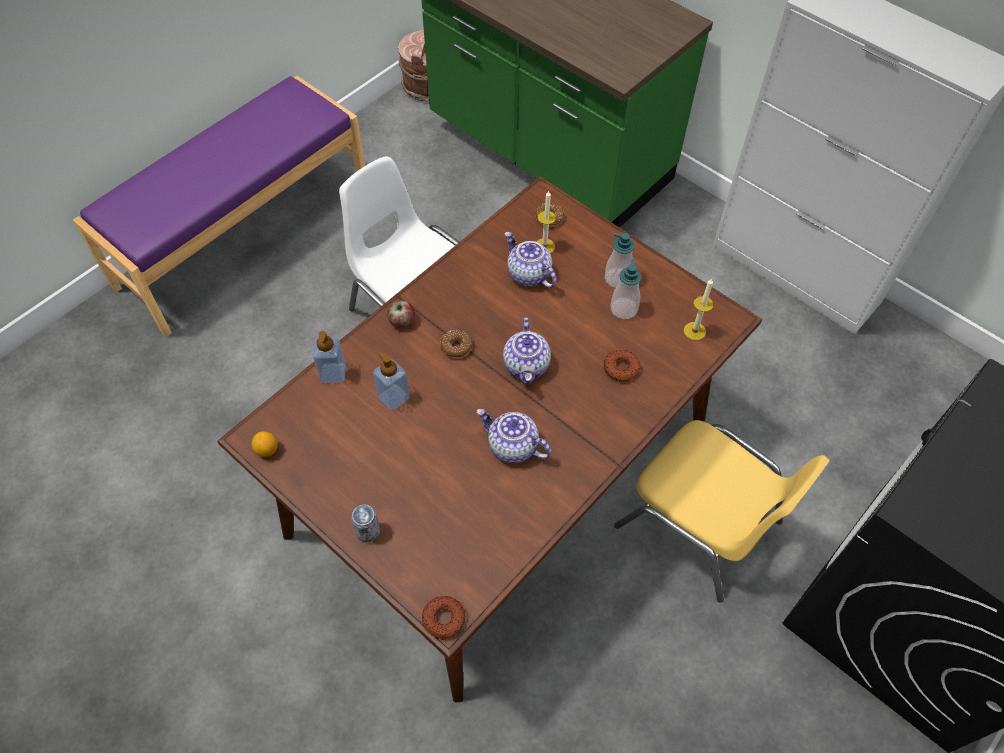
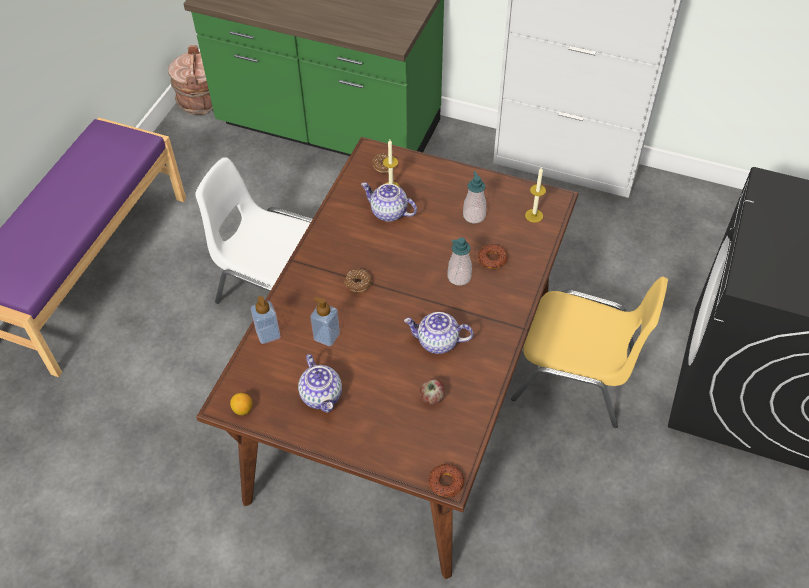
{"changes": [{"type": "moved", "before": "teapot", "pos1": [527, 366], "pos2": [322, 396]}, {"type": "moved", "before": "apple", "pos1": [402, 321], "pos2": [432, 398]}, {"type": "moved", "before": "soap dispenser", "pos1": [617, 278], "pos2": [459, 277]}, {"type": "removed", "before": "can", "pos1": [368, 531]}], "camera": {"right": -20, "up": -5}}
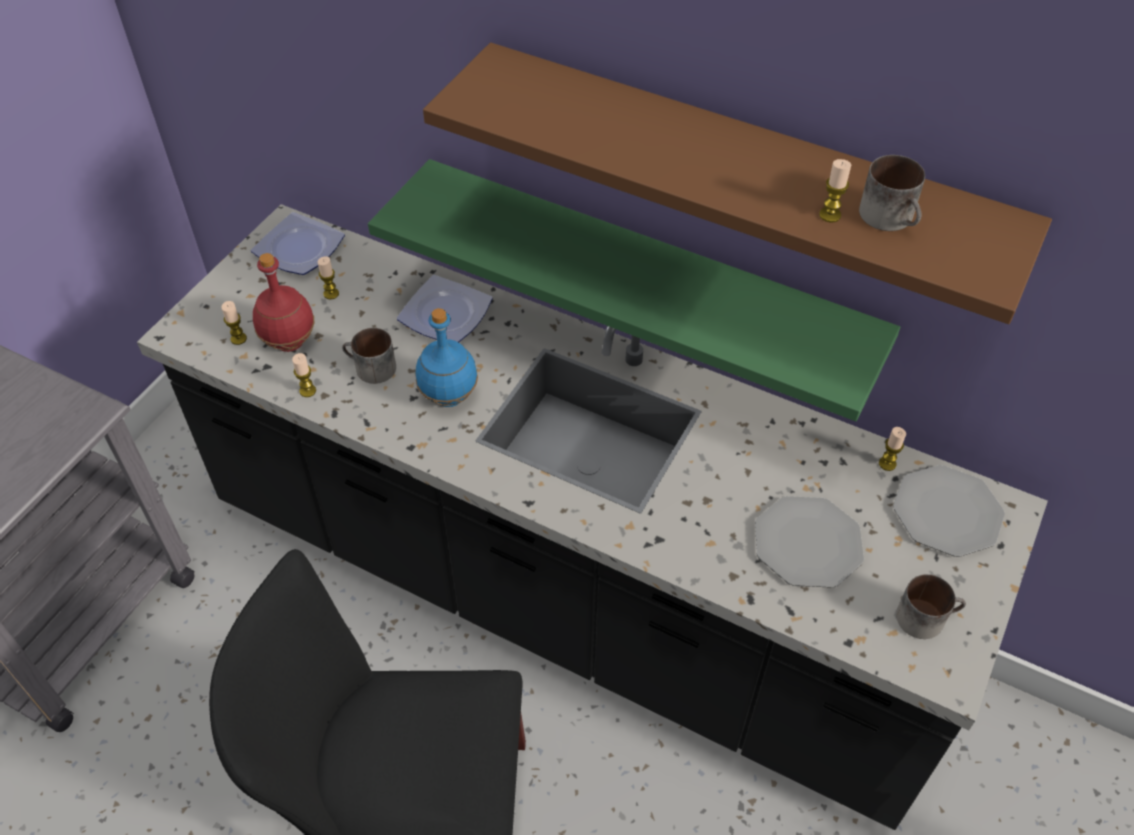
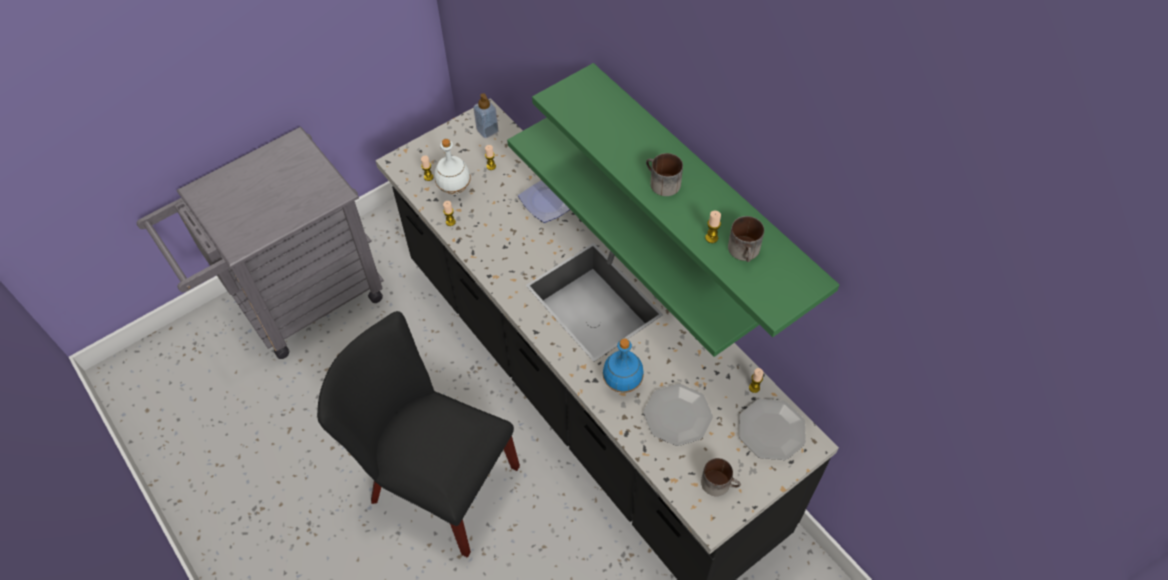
{"changes": [{"type": "recoloured", "before": "red bottle", "after": "white bottle", "pos1": [289, 342], "pos2": [454, 189]}, {"type": "replaced", "before": "plate", "after": "soap dispenser", "pos1": [299, 248], "pos2": [487, 130]}, {"type": "recoloured", "before": "brown shelf", "after": "green shelf", "pos1": [742, 169], "pos2": [703, 187]}, {"type": "moved", "before": "blue bottle", "pos1": [448, 397], "pos2": [622, 383]}, {"type": "moved", "before": "mug", "pos1": [370, 369], "pos2": [661, 183]}], "camera": {"right": 25, "up": 5}}
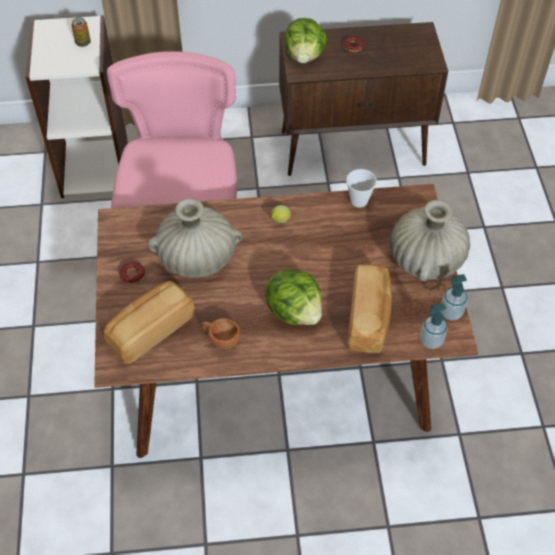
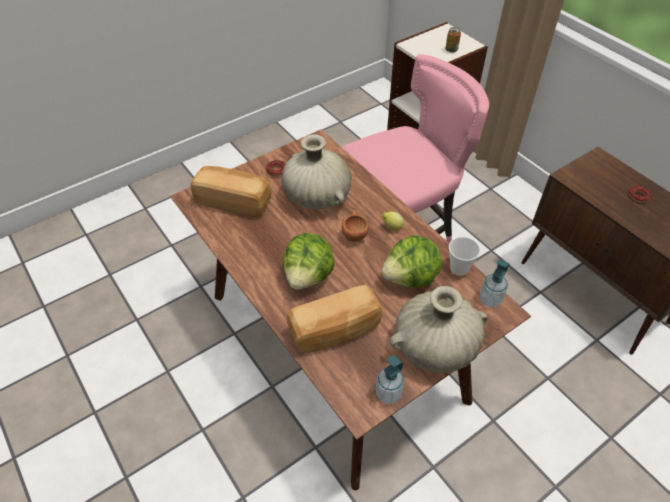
{"changes": [{"type": "moved", "before": "brown cup", "pos1": [220, 339], "pos2": [354, 233]}, {"type": "moved", "before": "lettuce", "pos1": [304, 56], "pos2": [411, 278]}, {"type": "moved", "before": "soap dispenser", "pos1": [431, 340], "pos2": [490, 300]}], "camera": {"right": 60, "up": -5}}
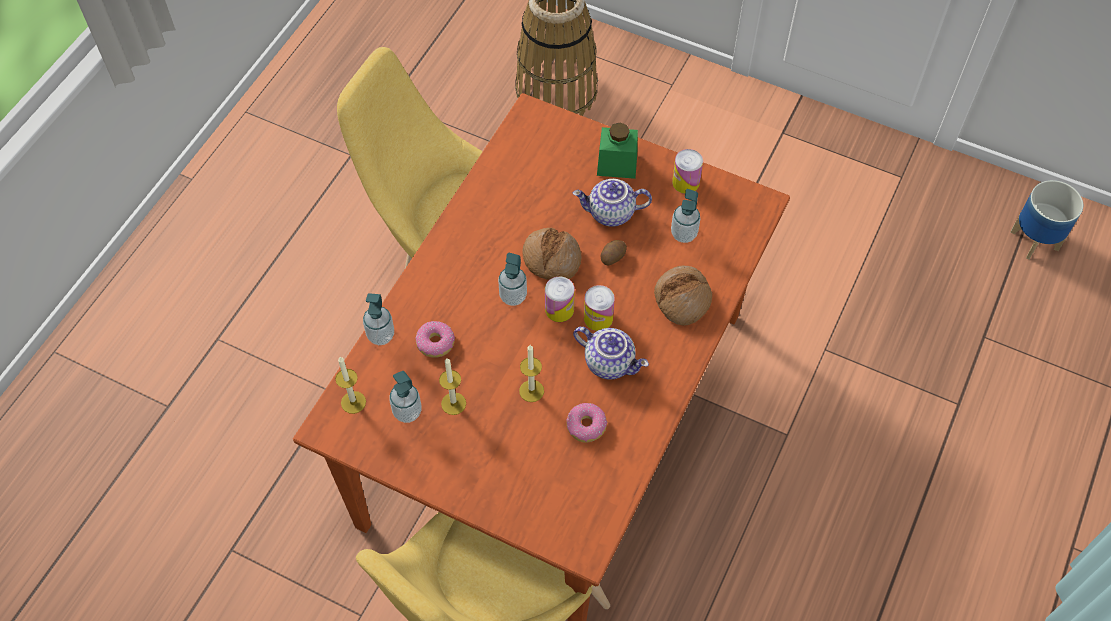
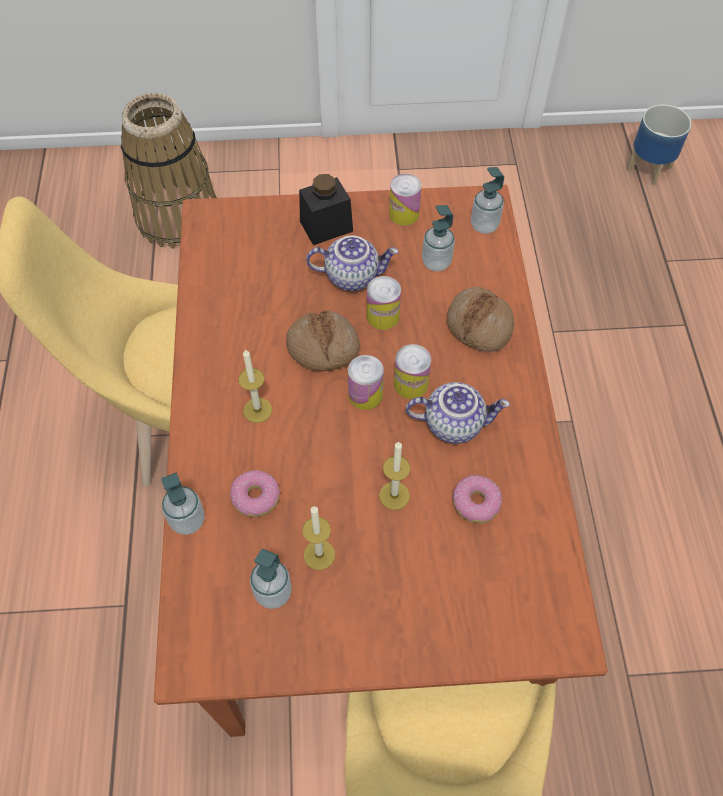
{"changes": [{"type": "moved", "before": "candle", "pos1": [353, 402], "pos2": [257, 410]}, {"type": "recoloured", "before": "green jar", "after": "black jar", "pos1": [617, 164], "pos2": [326, 226]}, {"type": "turned", "before": "teapot", "pos1": [611, 214], "pos2": [352, 275], "turn": -150}, {"type": "replaced", "before": "potato", "after": "can", "pos1": [612, 257], "pos2": [383, 316]}, {"type": "moved", "before": "soap dispenser", "pos1": [513, 296], "pos2": [484, 225]}], "camera": {"right": -30, "up": 0}}
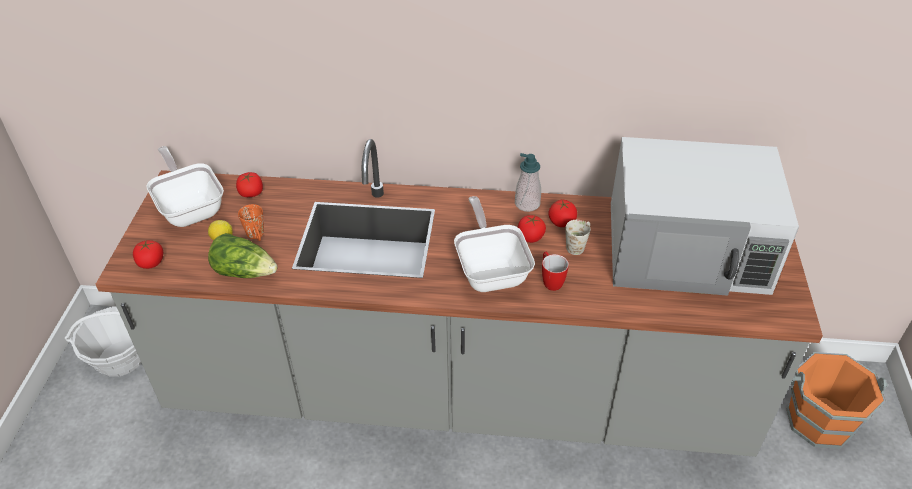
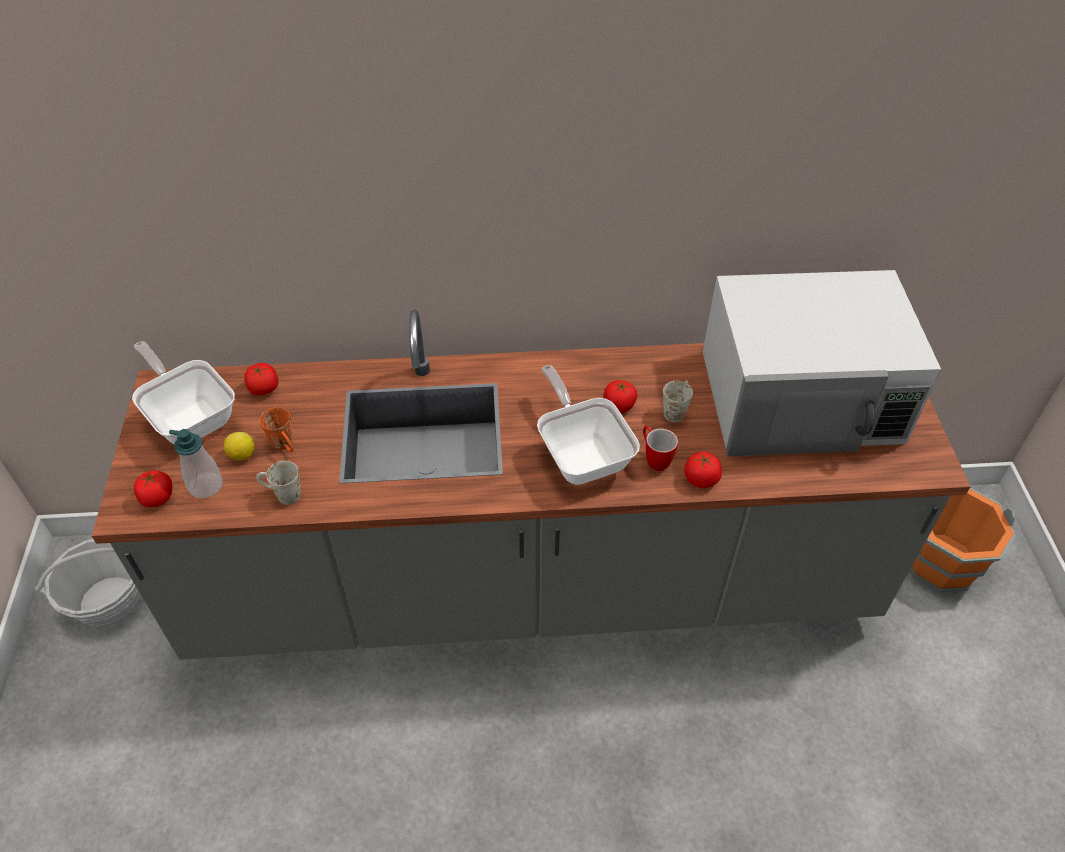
{"changes": [{"type": "moved", "before": "soap dispenser", "pos1": [527, 204], "pos2": [206, 486]}, {"type": "replaced", "before": "lettuce", "after": "white mug", "pos1": [245, 272], "pos2": [282, 494]}, {"type": "moved", "before": "tomato", "pos1": [562, 222], "pos2": [701, 479]}], "camera": {"right": -10, "up": 5}}
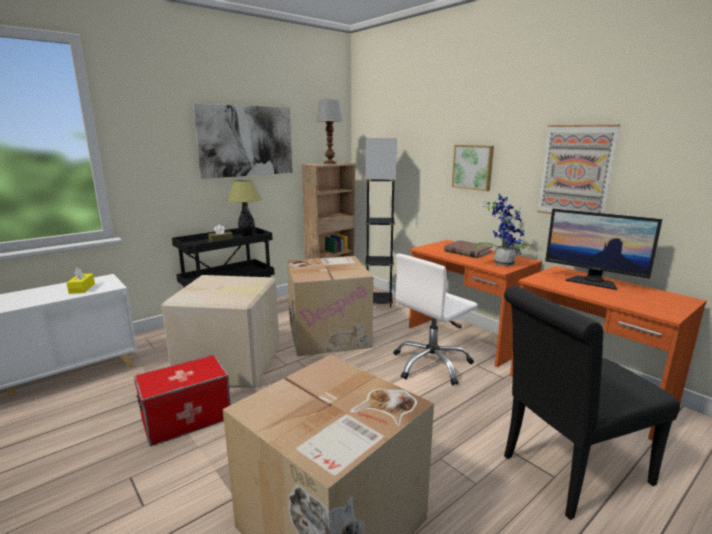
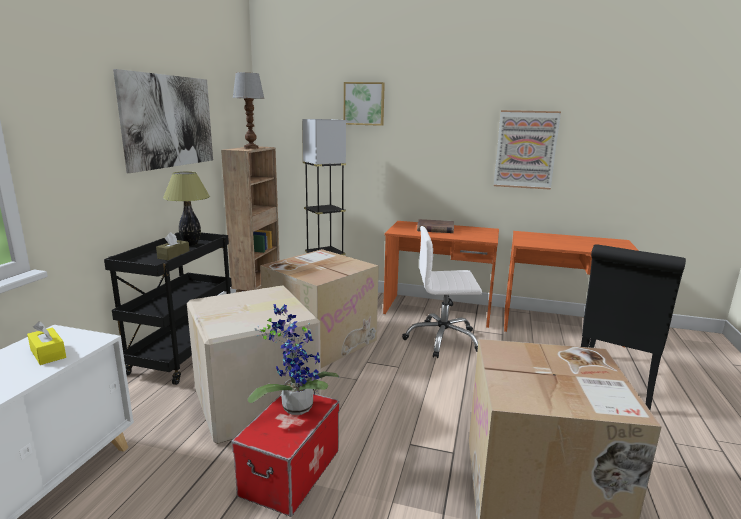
{"changes": [{"type": "moved", "before": "potted plant", "pos1": [502, 263], "pos2": [295, 405]}, {"type": "moved", "before": "picture", "pos1": [473, 167], "pos2": [364, 103]}, {"type": "turned", "before": "white office chair", "pos1": [431, 364], "pos2": [442, 340], "turn": 75}, {"type": "removed", "before": "monitor", "pos1": [592, 282]}], "camera": {"right": -35, "up": 0}}
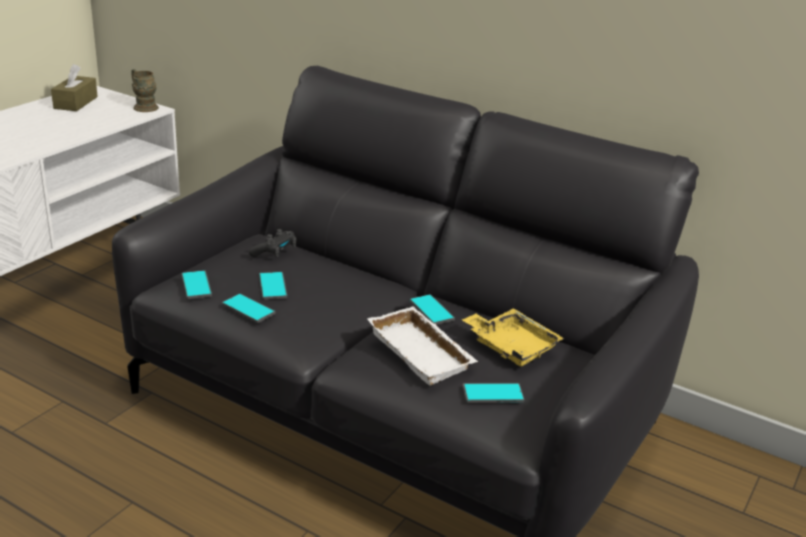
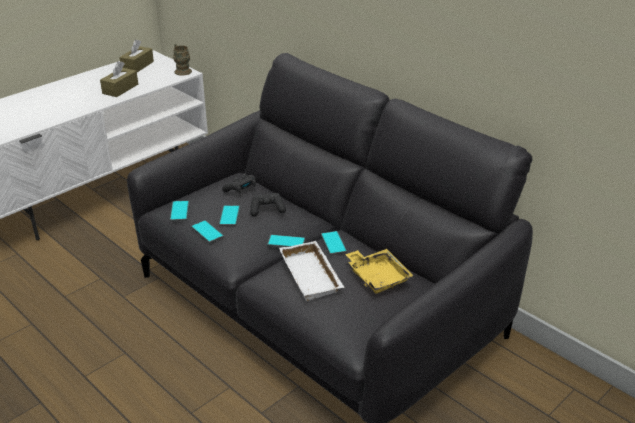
{"changes": [{"type": "added", "after": "brown tissue box", "pos2": [120, 89]}, {"type": "added", "after": "black game controller", "pos2": [267, 210]}, {"type": "moved", "before": "phone", "pos1": [492, 394], "pos2": [286, 242]}], "camera": {"right": 15, "up": 5}}
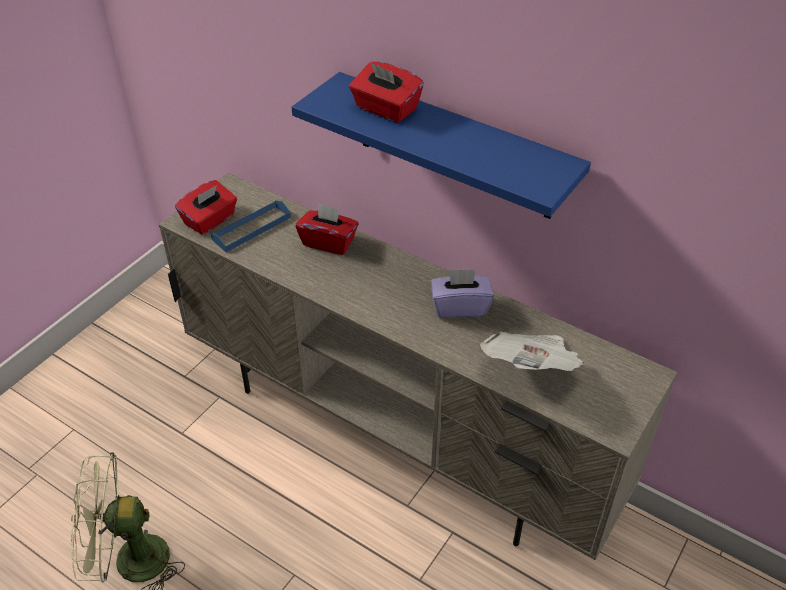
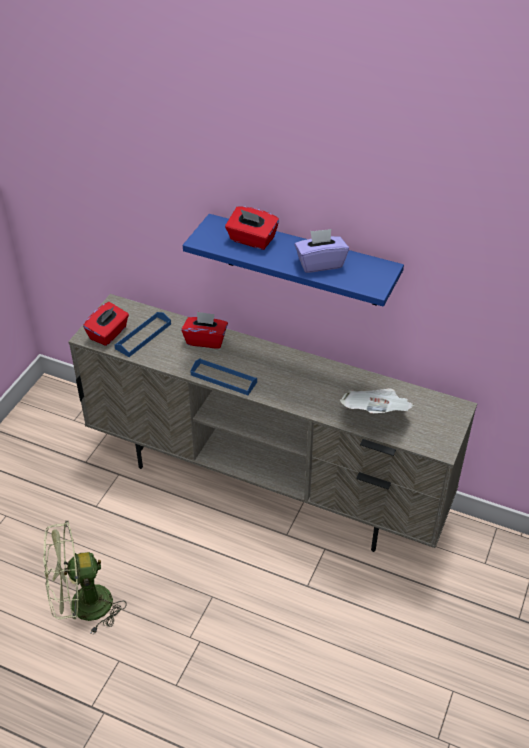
{"changes": [{"type": "added", "after": "blue tray", "pos2": [223, 378]}, {"type": "moved", "before": "purple tissue box", "pos1": [460, 307], "pos2": [320, 263]}], "camera": {"right": -10, "up": 0}}
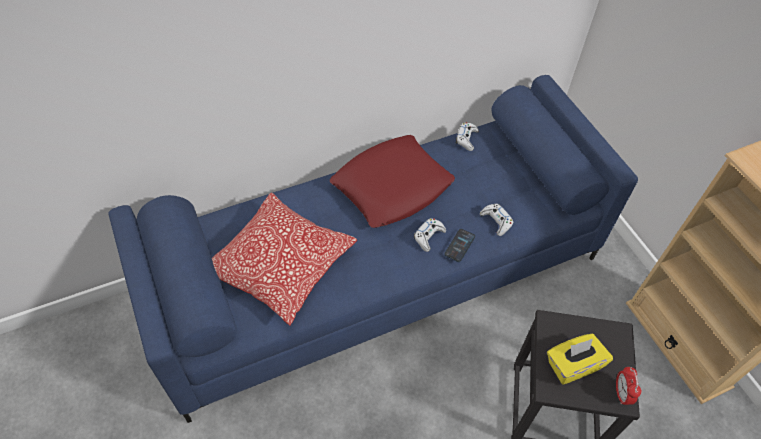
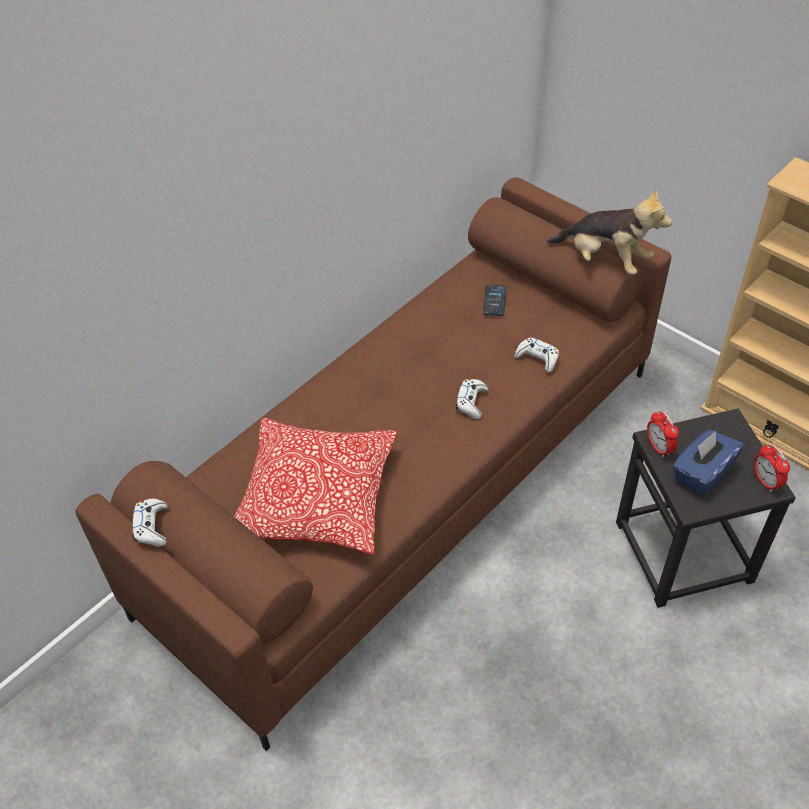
{"changes": [{"type": "recoloured", "before": "blue sofa", "after": "brown sofa", "pos1": [379, 273], "pos2": [407, 484]}, {"type": "moved", "before": "white game controller", "pos1": [466, 139], "pos2": [151, 527]}, {"type": "moved", "before": "phone", "pos1": [459, 245], "pos2": [494, 301]}, {"type": "added", "after": "plush toy", "pos2": [605, 260]}, {"type": "added", "after": "alarm clock", "pos2": [658, 447]}, {"type": "recoloured", "before": "yellow tissue box", "after": "blue tissue box", "pos1": [573, 365], "pos2": [702, 473]}, {"type": "removed", "before": "red pillow", "pos1": [392, 186]}], "camera": {"right": -20, "up": -5}}
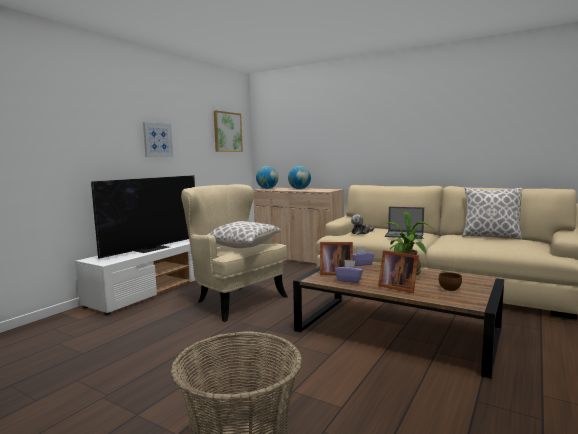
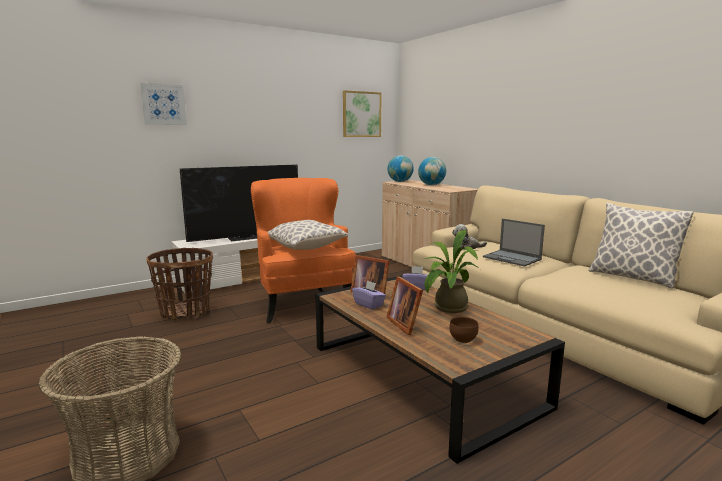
{"changes": [{"type": "moved", "before": "picture", "pos1": [157, 140], "pos2": [163, 104]}, {"type": "added", "after": "basket", "pos2": [185, 312]}, {"type": "recoloured", "before": "beige armchair", "after": "orange armchair", "pos1": [234, 300], "pos2": [303, 302]}], "camera": {"right": 25, "up": 5}}
